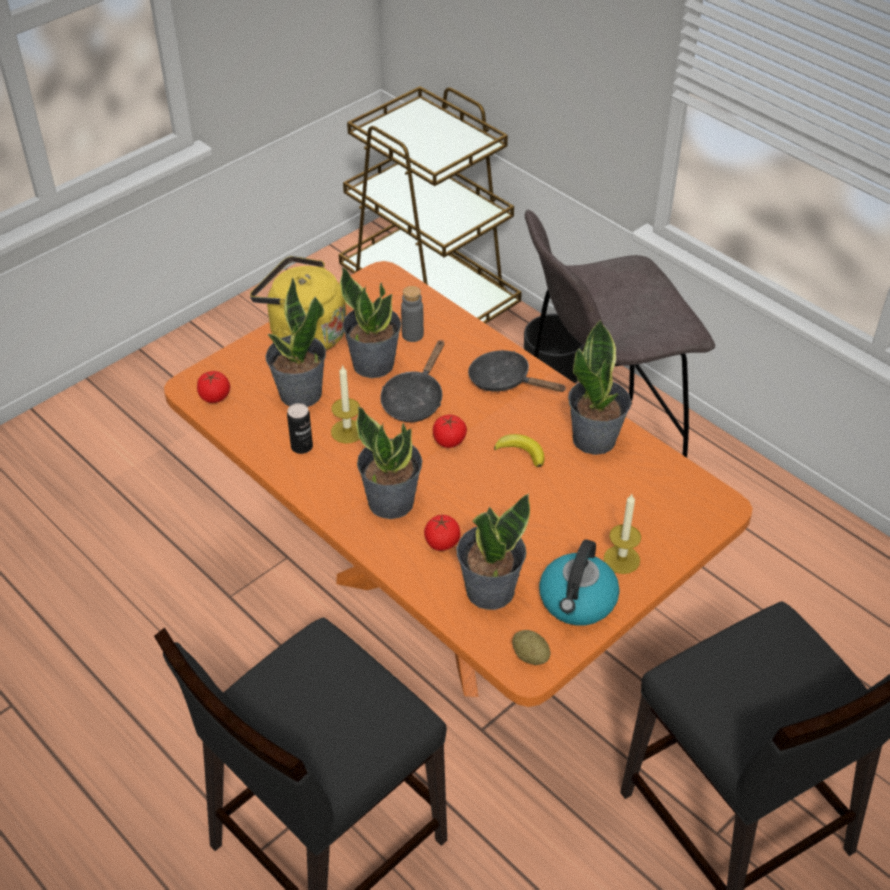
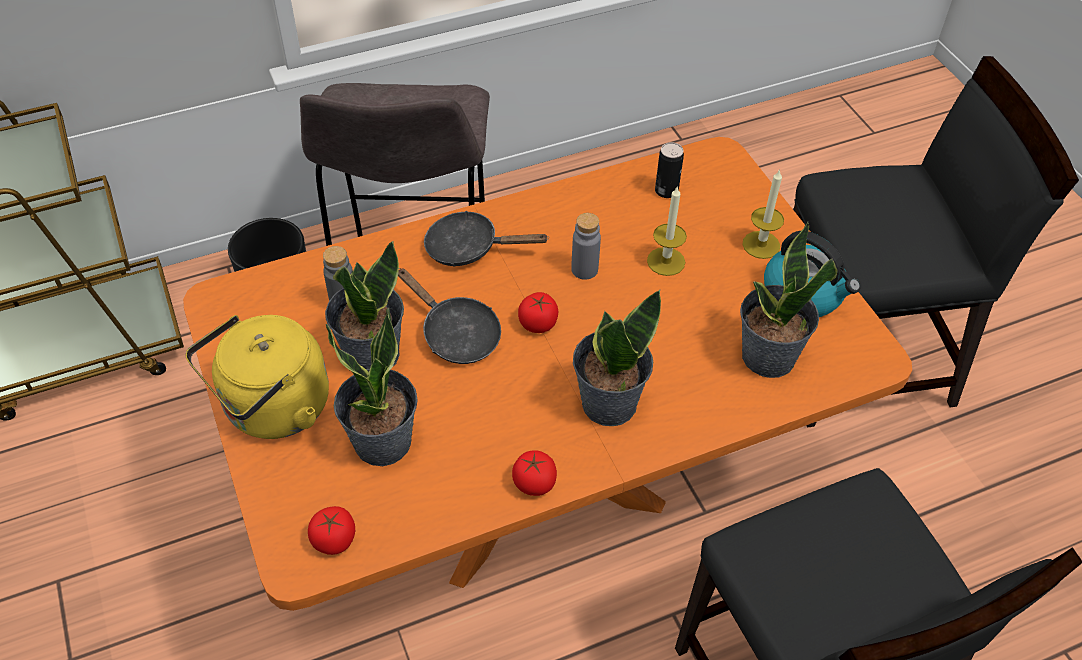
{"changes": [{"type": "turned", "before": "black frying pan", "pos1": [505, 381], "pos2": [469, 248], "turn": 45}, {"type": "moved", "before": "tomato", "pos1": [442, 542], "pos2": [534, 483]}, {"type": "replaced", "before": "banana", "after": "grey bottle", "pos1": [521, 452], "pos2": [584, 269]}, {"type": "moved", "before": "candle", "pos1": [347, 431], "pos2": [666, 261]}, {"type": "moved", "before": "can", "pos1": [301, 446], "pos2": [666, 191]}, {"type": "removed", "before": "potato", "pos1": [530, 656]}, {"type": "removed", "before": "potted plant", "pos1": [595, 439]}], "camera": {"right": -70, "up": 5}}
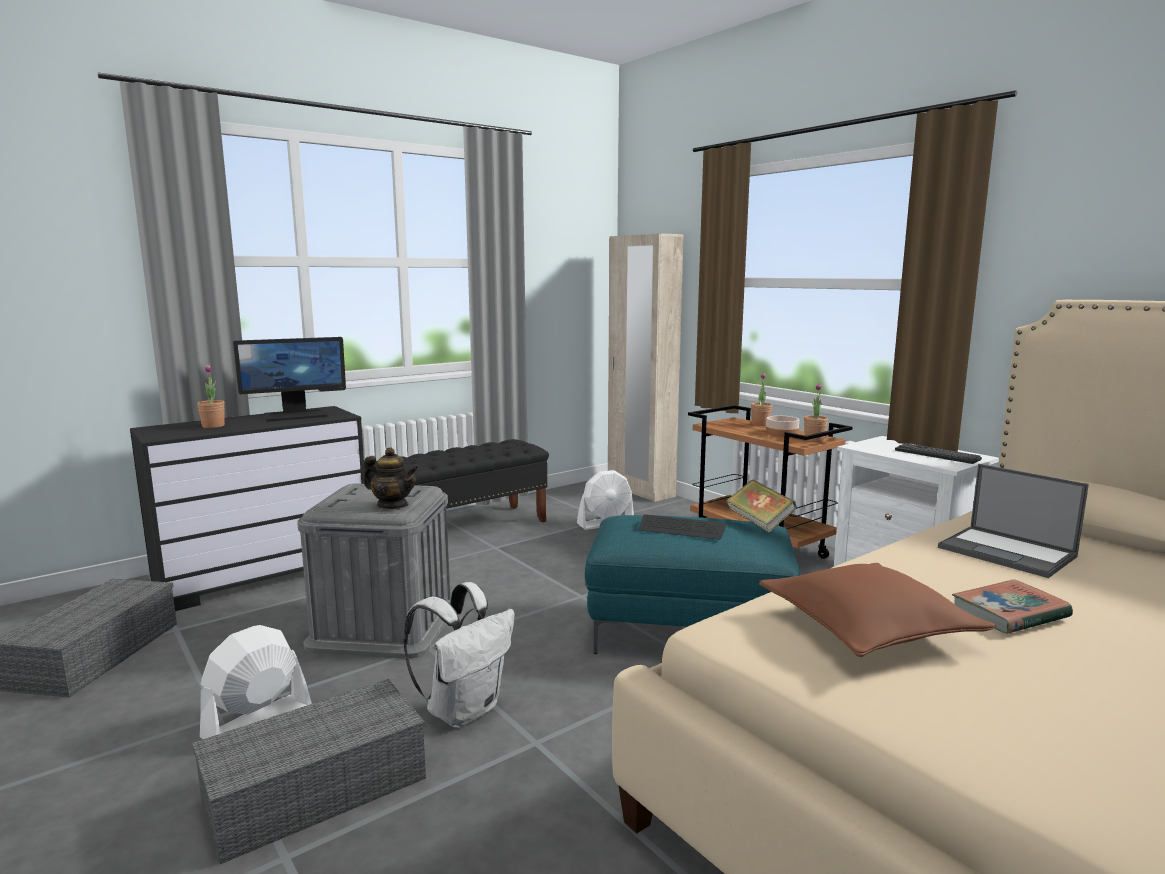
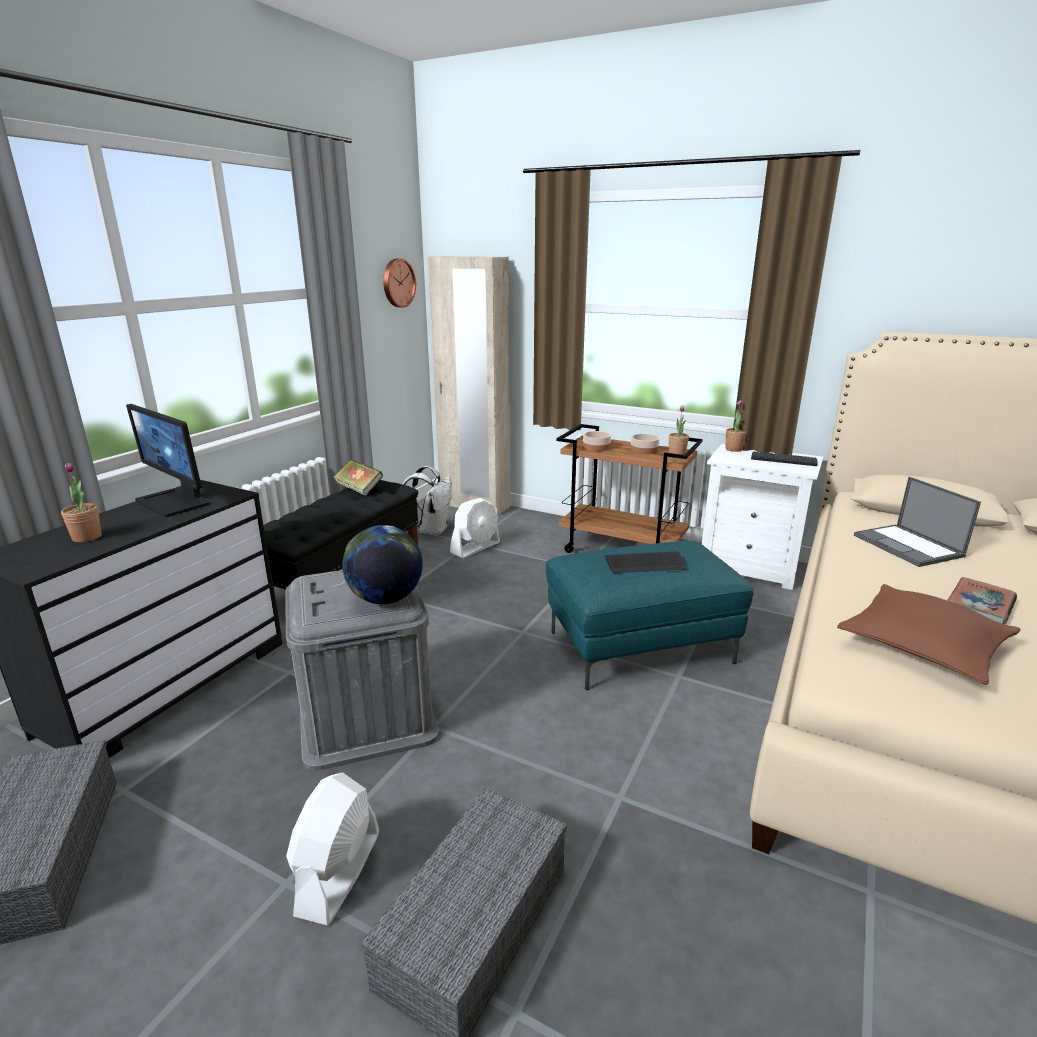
{"changes": [{"type": "turned", "before": "monitor", "pos1": [296, 415], "pos2": [174, 502], "turn": 90}, {"type": "moved", "before": "book", "pos1": [759, 523], "pos2": [359, 489]}, {"type": "replaced", "before": "teapot", "after": "globe", "pos1": [392, 505], "pos2": [386, 599]}, {"type": "added", "after": "wall clock", "pos2": [397, 283]}, {"type": "moved", "before": "white backpack", "pos1": [464, 709], "pos2": [432, 530]}, {"type": "added", "after": "bowl", "pos2": [596, 447]}, {"type": "moved", "before": "potted plant", "pos1": [760, 424], "pos2": [733, 449]}, {"type": "turned", "before": "laptop", "pos1": [1008, 552], "pos2": [908, 546], "turn": 45}], "camera": {"right": -25, "up": 10}}
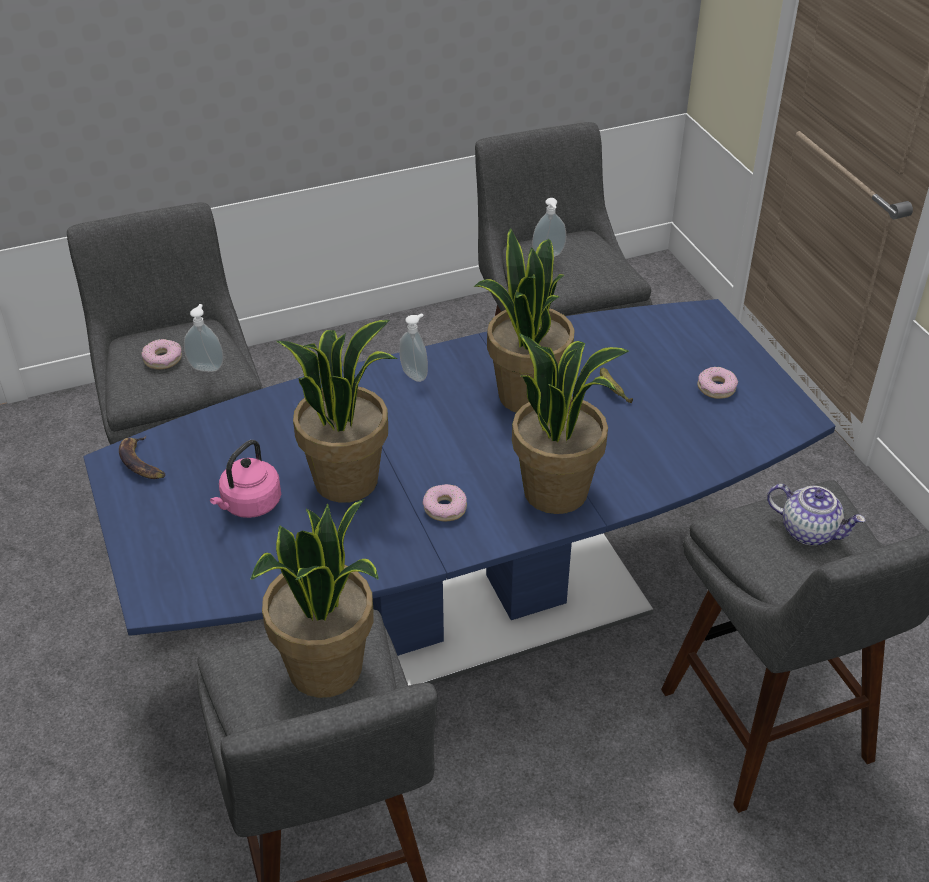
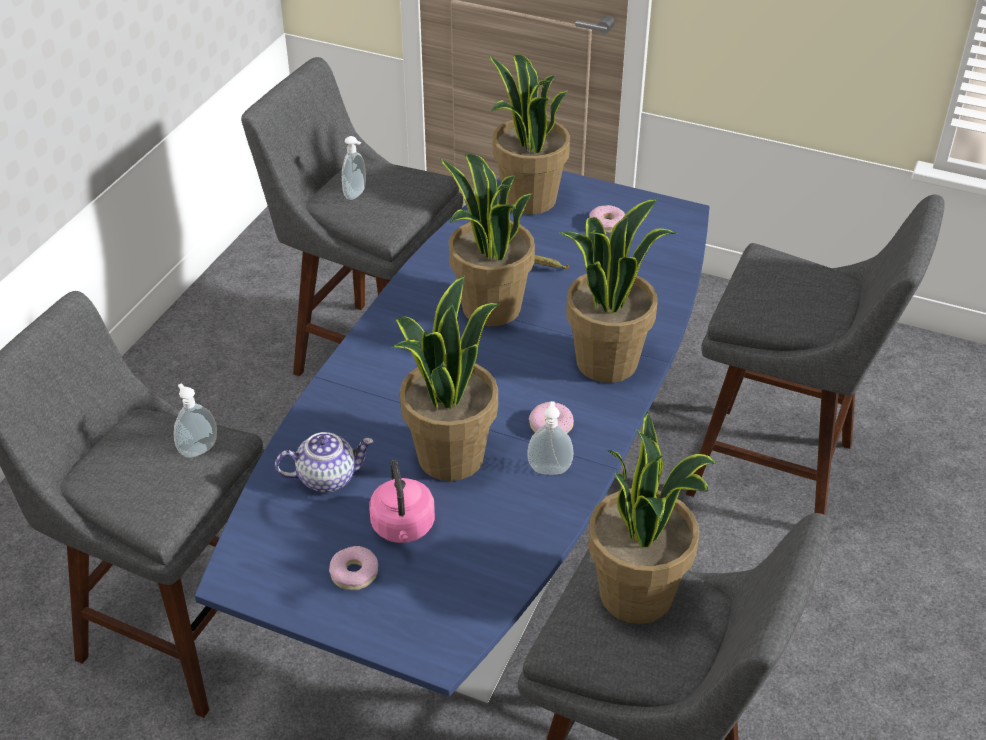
{"changes": [{"type": "moved", "before": "teapot", "pos1": [809, 531], "pos2": [327, 477]}, {"type": "moved", "before": "donut", "pos1": [163, 359], "pos2": [354, 573]}, {"type": "added", "after": "potted plant", "pos2": [528, 200]}, {"type": "moved", "before": "soap dispenser", "pos1": [415, 374], "pos2": [549, 468]}, {"type": "removed", "before": "banana", "pos1": [141, 462]}], "camera": {"right": -45, "up": 0}}
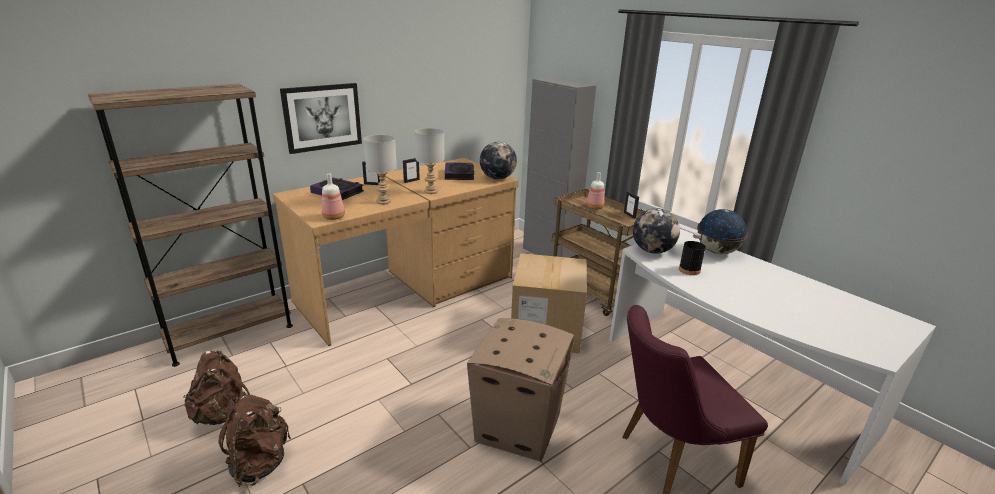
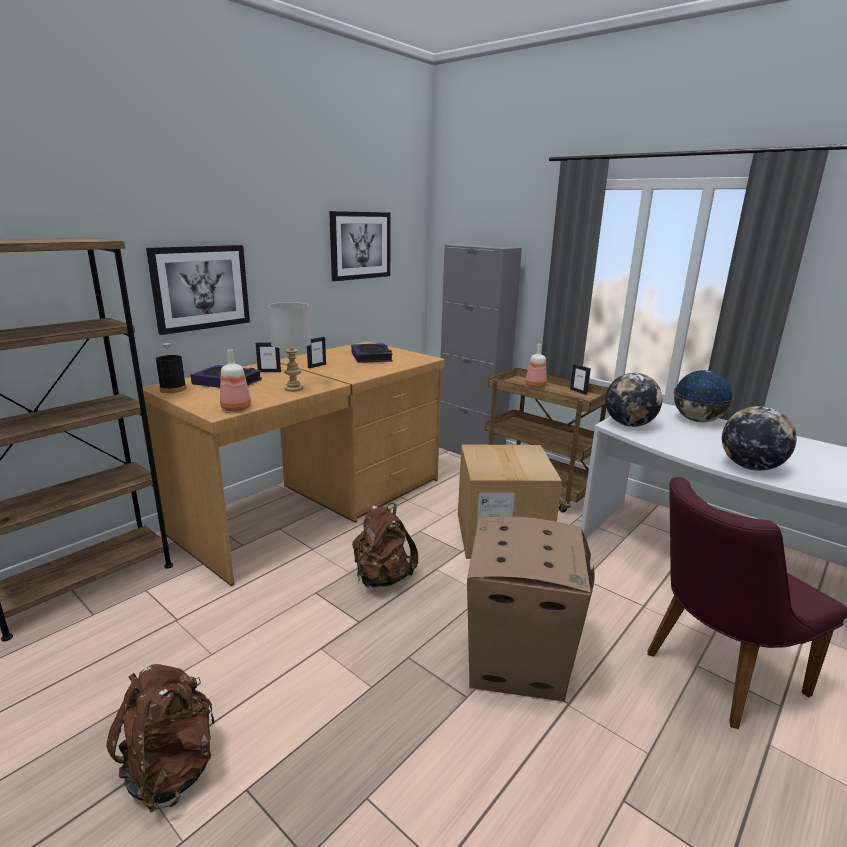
{"changes": [{"type": "moved", "before": "black bottle", "pos1": [689, 270], "pos2": [173, 389]}, {"type": "added", "after": "picture", "pos2": [360, 245]}, {"type": "moved", "before": "brown backpack", "pos1": [223, 414], "pos2": [382, 578]}, {"type": "moved", "before": "globe", "pos1": [497, 178], "pos2": [750, 467]}, {"type": "removed", "before": "grey table lamp", "pos1": [431, 192]}], "camera": {"right": -10, "up": -5}}
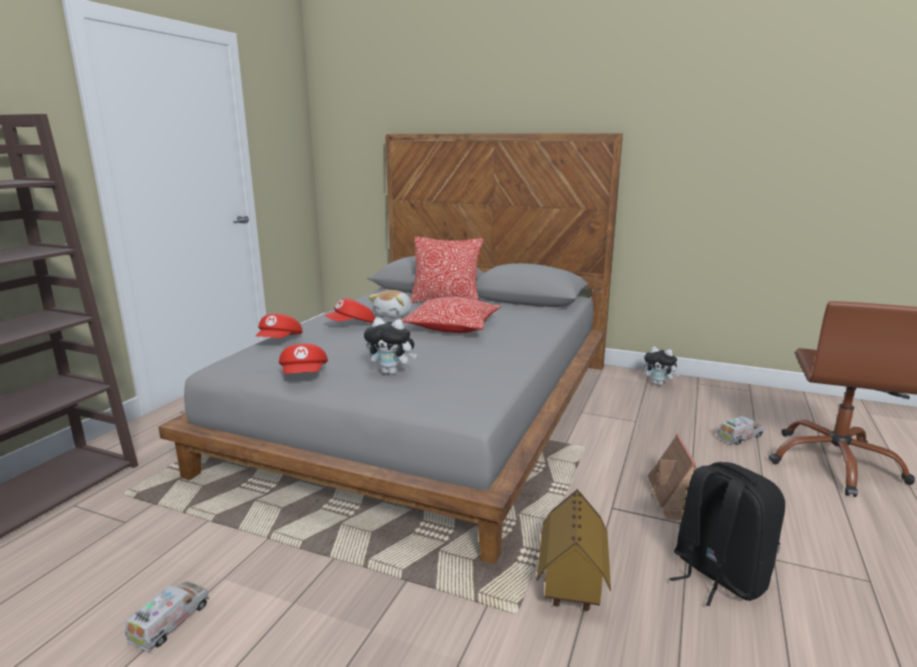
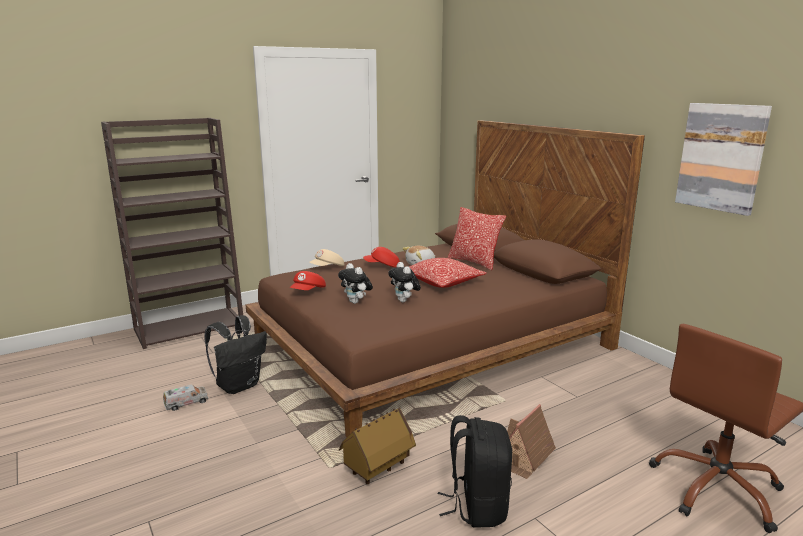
{"changes": [{"type": "added", "after": "black backpack", "pos2": [239, 385]}, {"type": "recoloured", "before": "grey bed", "after": "brown bed", "pos1": [431, 412], "pos2": [430, 344]}, {"type": "recoloured", "before": "red cap", "after": "beige cap", "pos1": [280, 341], "pos2": [327, 268]}, {"type": "moved", "before": "plush toy", "pos1": [659, 384], "pos2": [404, 301]}, {"type": "added", "after": "picture", "pos2": [721, 157]}, {"type": "removed", "before": "toy truck", "pos1": [739, 437]}], "camera": {"right": 35, "up": 0}}
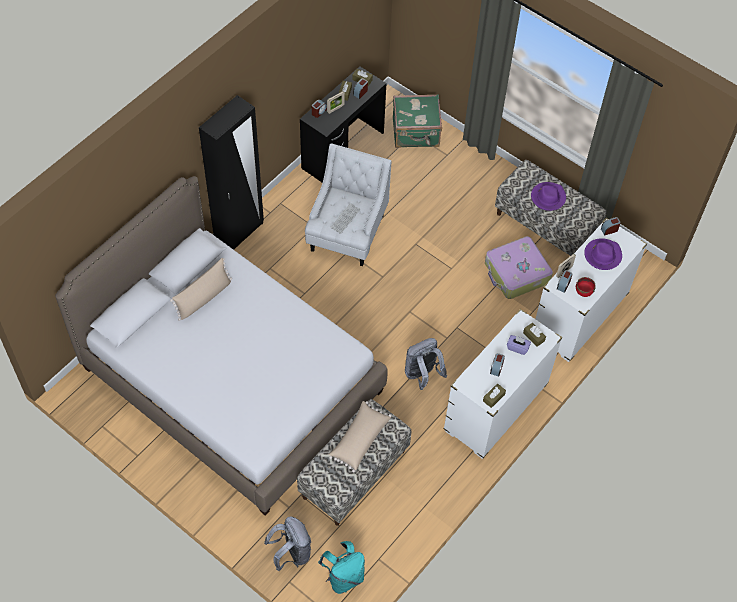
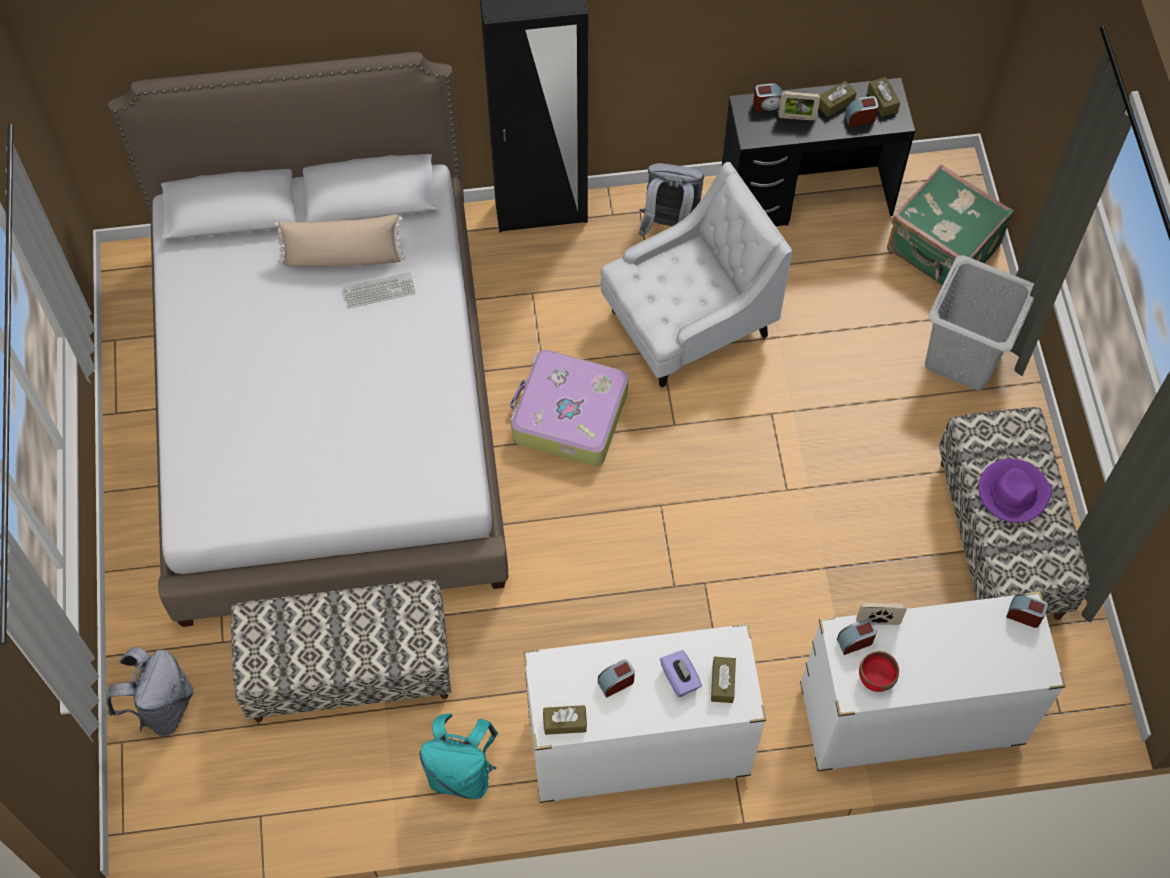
{"changes": [{"type": "moved", "before": "keyboard", "pos1": [345, 219], "pos2": [379, 291]}, {"type": "moved", "before": "turquoise backpack", "pos1": [344, 577], "pos2": [461, 772]}, {"type": "moved", "before": "suitcase", "pos1": [516, 273], "pos2": [568, 416]}, {"type": "moved", "before": "grey backpack", "pos1": [422, 375], "pos2": [670, 226]}, {"type": "added", "after": "grey laundry basket", "pos2": [963, 357]}, {"type": "removed", "before": "beige pillow", "pos1": [359, 439]}, {"type": "removed", "before": "purple hat", "pos1": [602, 255]}], "camera": {"right": 45, "up": 5}}
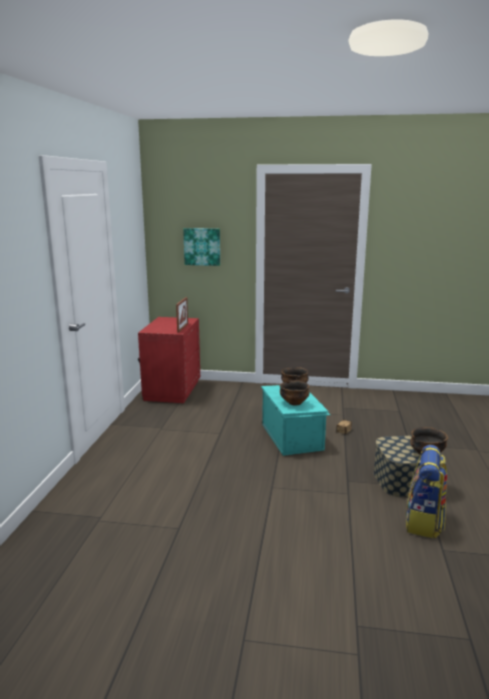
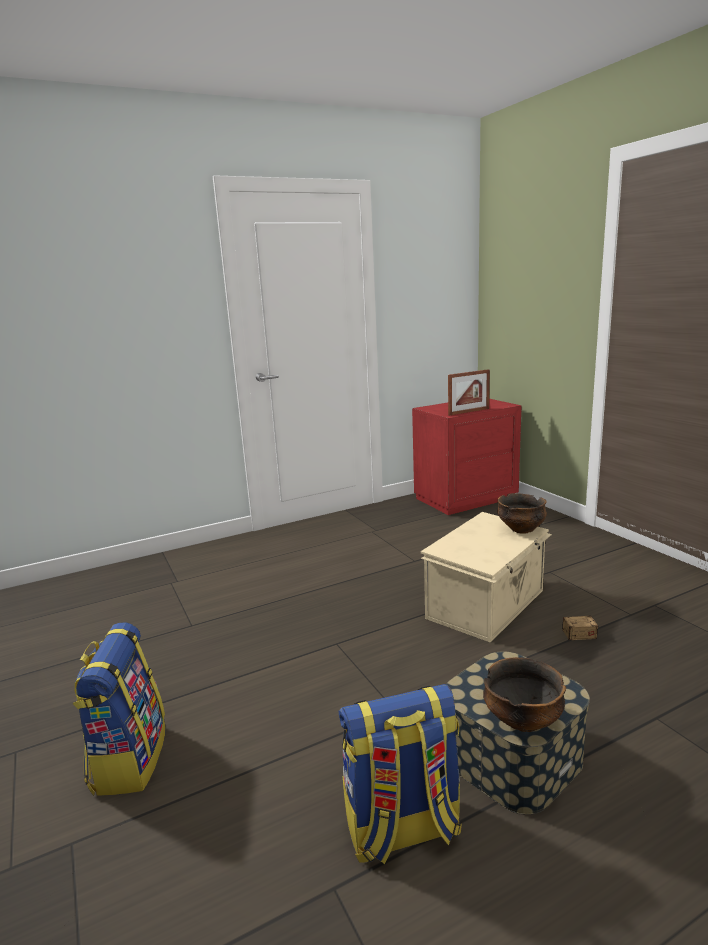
{"changes": [{"type": "added", "after": "backpack", "pos2": [128, 759]}, {"type": "recoloured", "before": "turquoise storage box", "after": "beige storage box", "pos1": [292, 436], "pos2": [488, 604]}, {"type": "removed", "before": "picture", "pos1": [202, 246]}, {"type": "removed", "before": "bowl", "pos1": [294, 403]}], "camera": {"right": 55, "up": 0}}
